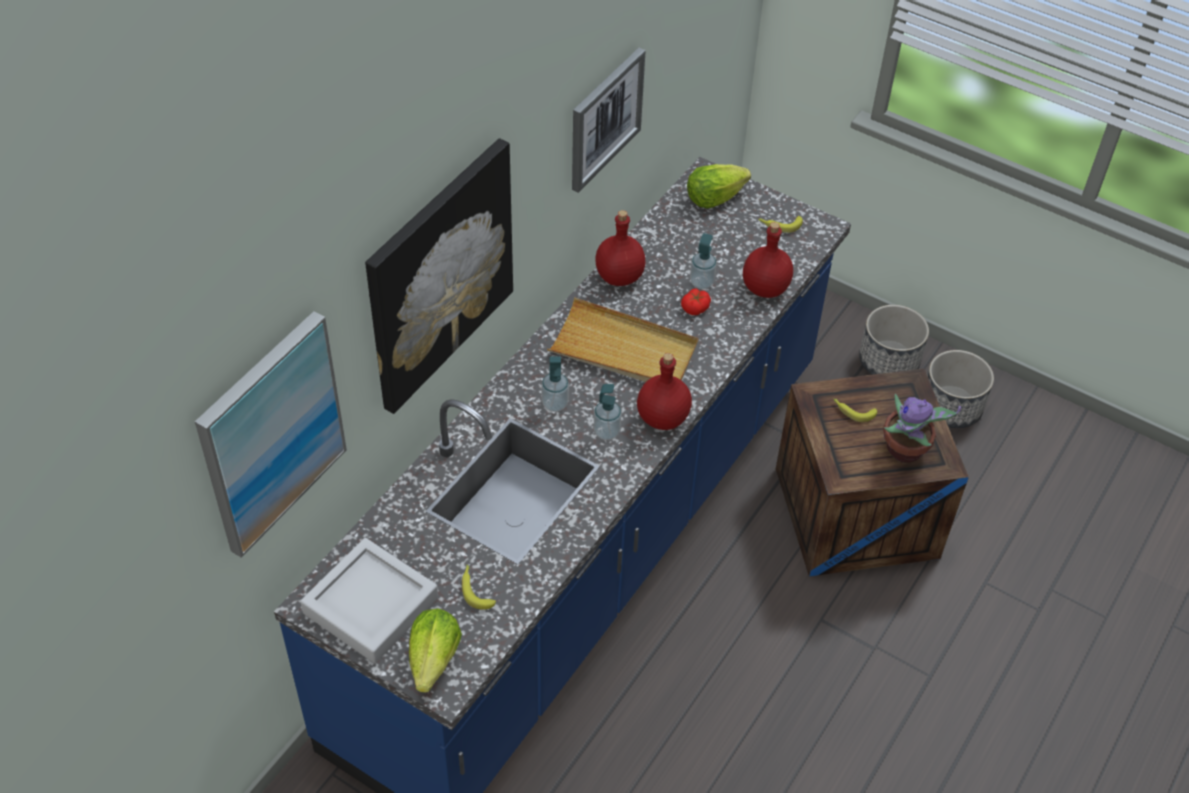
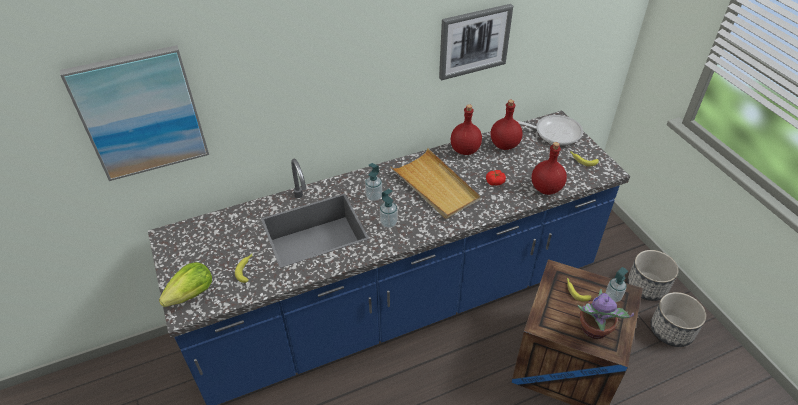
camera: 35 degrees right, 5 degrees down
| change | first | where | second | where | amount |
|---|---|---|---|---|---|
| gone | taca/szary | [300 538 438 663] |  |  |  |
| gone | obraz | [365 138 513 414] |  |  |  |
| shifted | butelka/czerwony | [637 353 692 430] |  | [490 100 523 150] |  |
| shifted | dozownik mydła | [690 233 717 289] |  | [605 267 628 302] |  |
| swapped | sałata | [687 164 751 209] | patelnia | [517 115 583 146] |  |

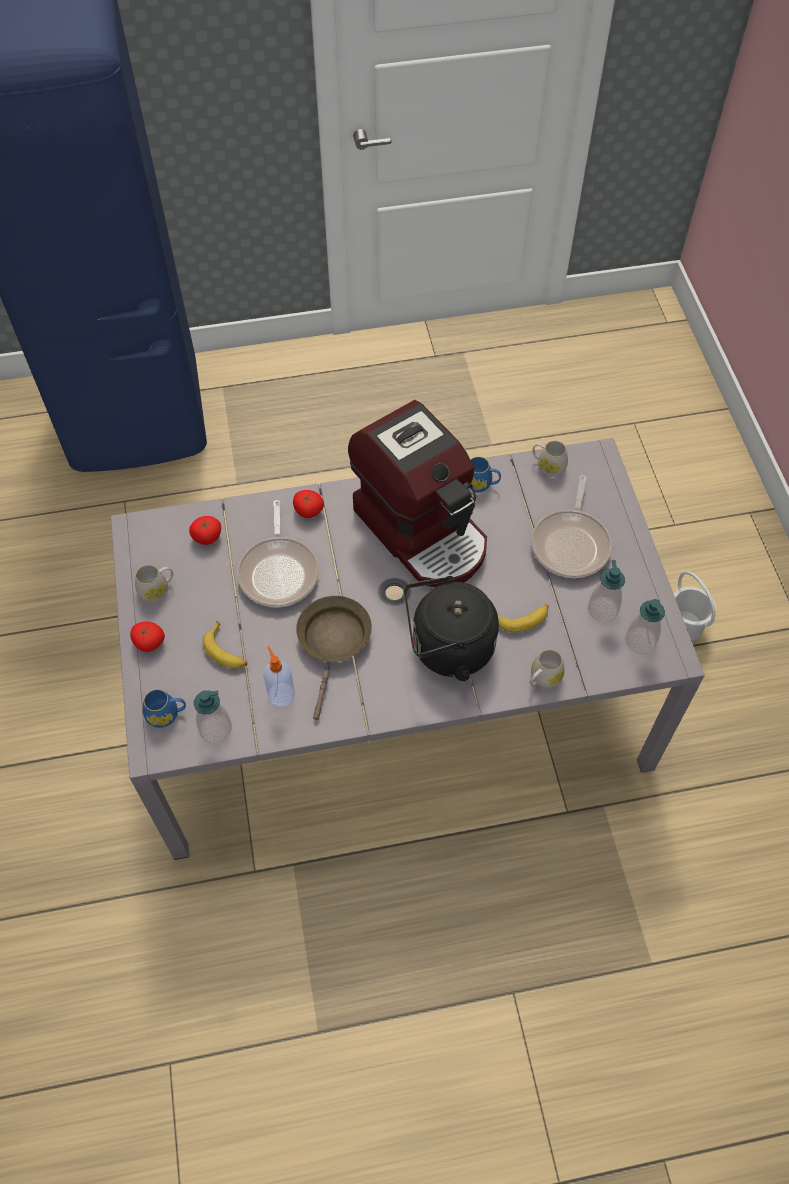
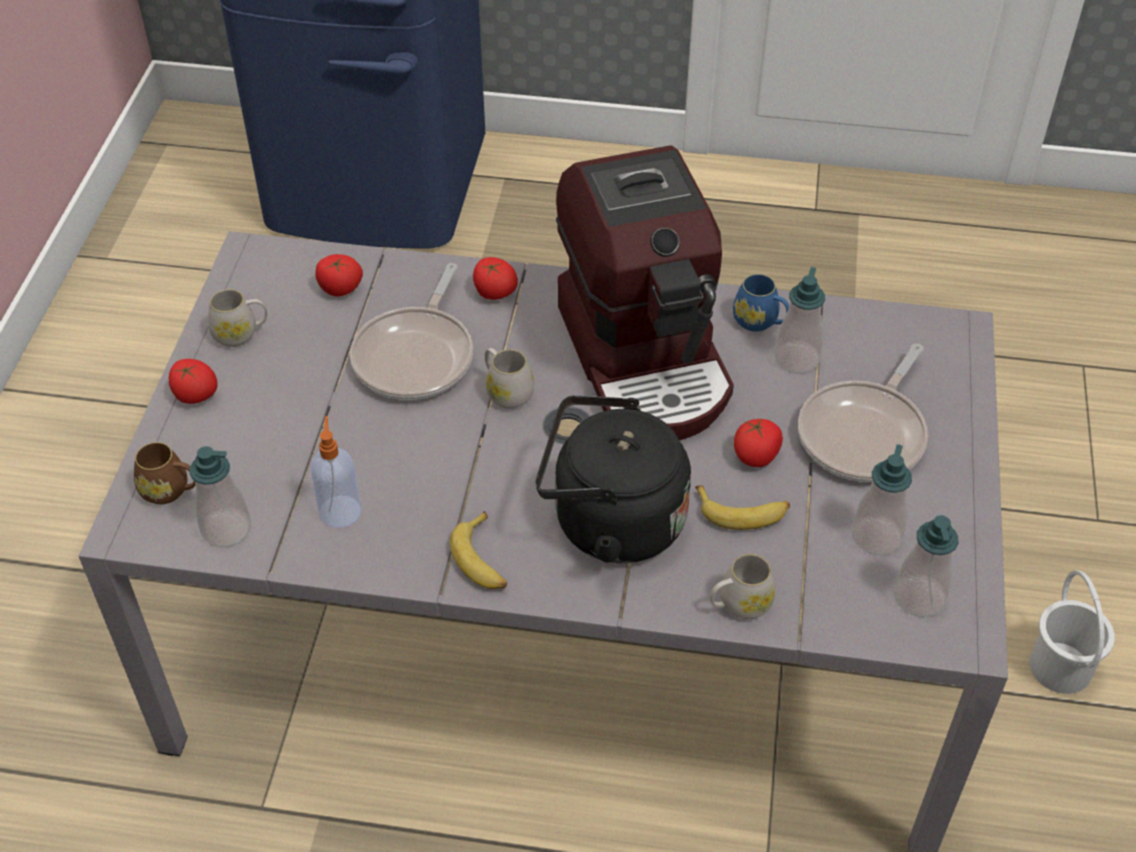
camera: 20 degrees right, 10 degrees down
| change | first | where | second | where | amount |
|---|---|---|---|---|---|
| gone | patelnia/brązowy | [296 596 372 720] |  |  |  |
| new |  |  | pomidor | [734 418 783 467] |  |
| new |  |  | dozownik mydła | [775 267 825 373] |  |
| shifted | banan | [203 621 247 669] |  | [450 511 507 589] |  |
| shifted | kubek/biały | [533 441 568 477] |  | [485 348 534 409] |  |
| repainted | kubek/niebieski | [143 689 186 728] | kubek/brązowy | [134 442 195 504] |  |

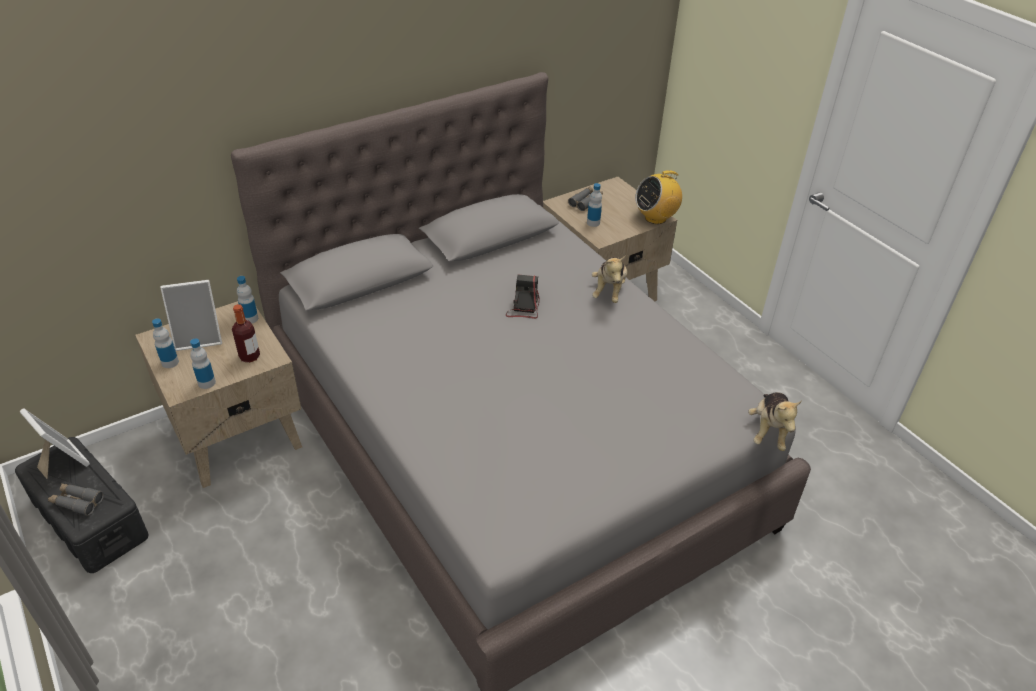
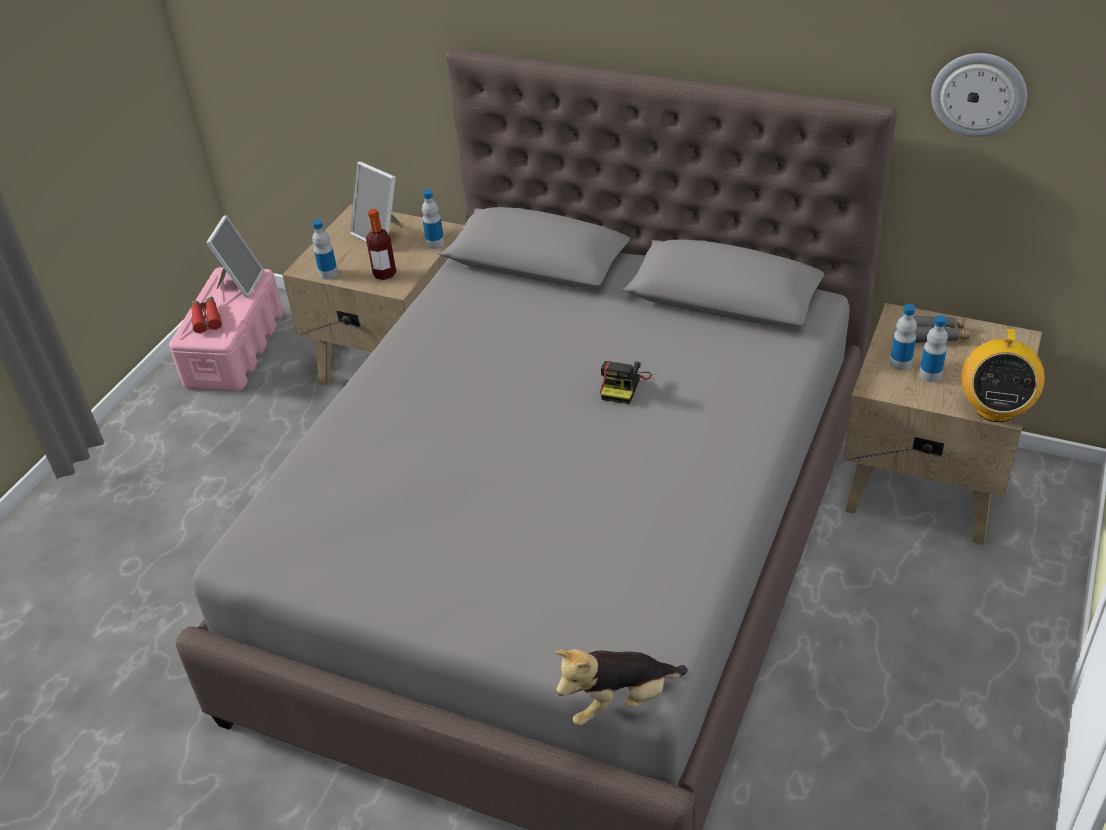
camera: 60 degrees right, 0 degrees up
| change | first | where | second | where | amount |
|---|---|---|---|---|---|
| gone | pluszak | [592 255 627 303] |  |  |  |
| new |  |  | zegar ścienny | [931 53 1027 137] |  |
| shifted | butelka | [152 318 179 368] |  | [919 315 948 382] |  |
| repainted | pojemnik do przechowywania/czarny | [15 437 149 573] | pojemnik do przechowywania/różowy | [169 267 283 391] |  |
| repainted | lornetka/szary | [48 483 104 516] | lornetka/czerwony | [191 296 222 333] |  |
| rotated | aparat fotograficzny | [506 275 540 319] |  | [600 361 652 404] | 135 degrees clockwise |
| rotated | radio | [635 170 682 224] |  | [961 326 1045 422] | 105 degrees counterclockwise |

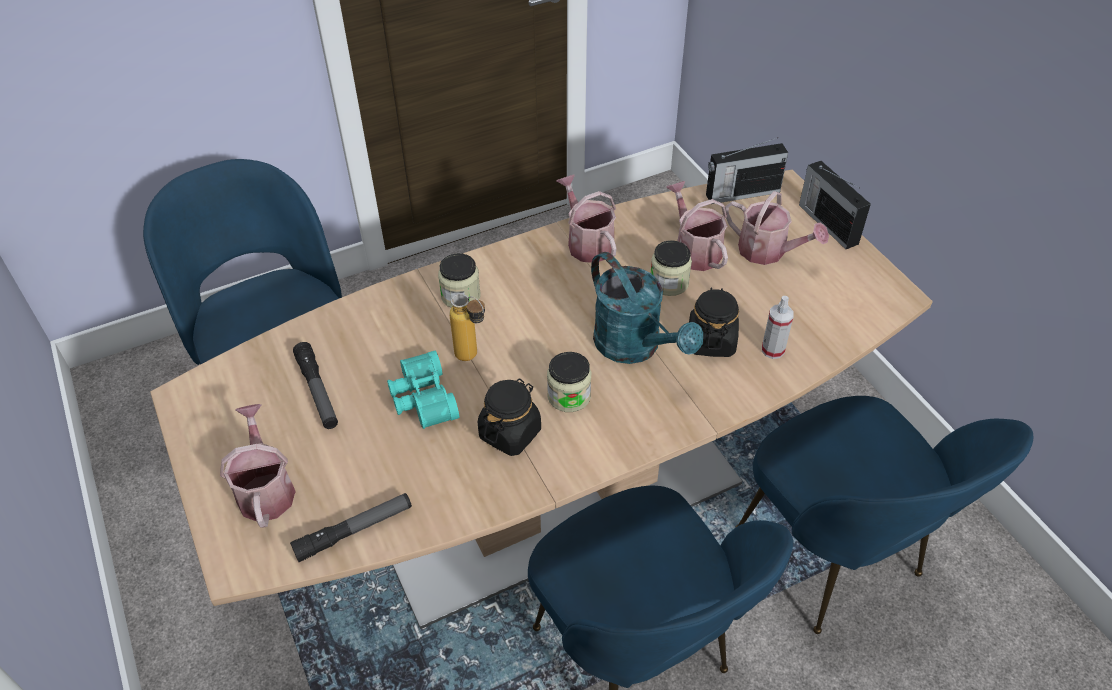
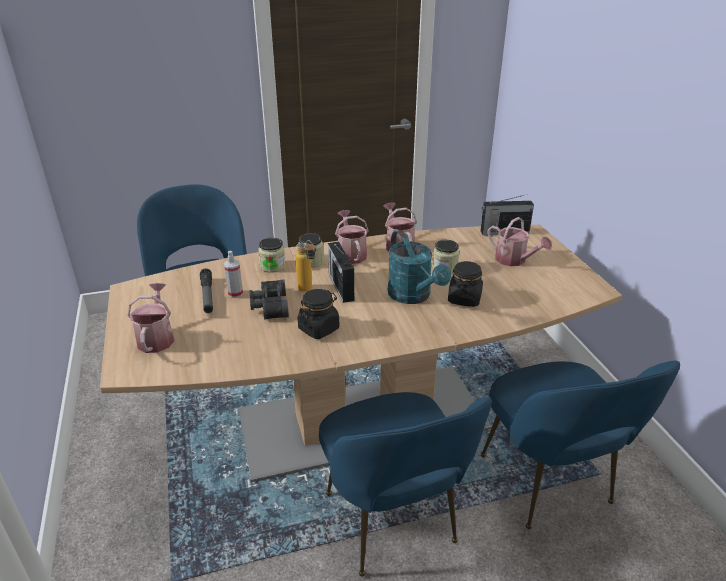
camera: 10 degrees right, 15 degrees down
| change | first | where | second | where | amount |
|---|---|---|---|---|---|
| gone | latarka | [290 493 412 562] |  |  |  |
| shifted | słoik | [547 352 591 412] |  | [258 238 285 273] |  |
| shifted | konewka | [666 181 728 271] |  | [335 210 369 264] |  |
| shifted | spryskiwacz | [762 296 794 359] |  | [224 251 243 298] |  |
| shifted | radio | [799 161 871 249] |  | [328 242 355 303] |  |
| repainted | lornetka/turkusowy | [387 351 459 429] | lornetka/czarny | [249 280 289 320] |  |

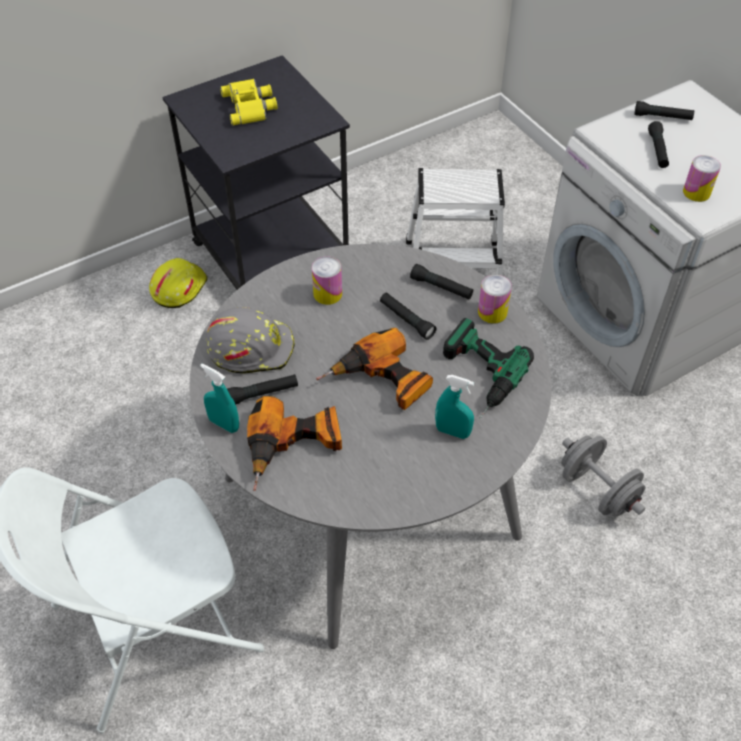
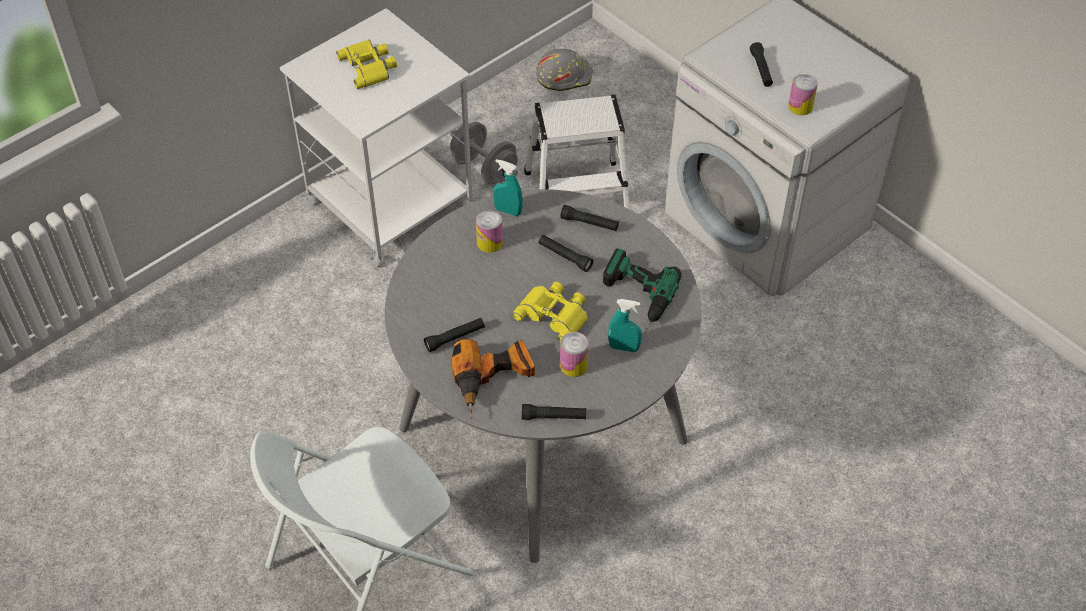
camera: 10 degrees left, 0 degrees up
| change | first | where | second | where | amount |
|---|---|---|---|---|---|
| gone | kask/żółty | [149 258 208 308] |  |  |  |
| shifted | spryskiwacz/turkusowy | [200 364 239 433] |  | [493 159 523 216] |  |
| shifted | kask/szary | [206 307 295 373] |  | [536 49 593 91] |  |
| shifted | puszka | [478 275 512 324] |  | [560 332 589 377] |  |
| shifted | hantel/szary | [561 435 646 516] |  | [450 122 518 185] |  |
| shifted | latarka/czarny | [634 101 694 120] |  | [522 404 586 420] |  |
| swapped | wiertarka | [316 328 433 410] | lornetka/żółty | [512 282 589 343] |  |
| repainted | wózek/czarny | [162 55 350 290] | wózek/biały | [280 8 473 267] |  |

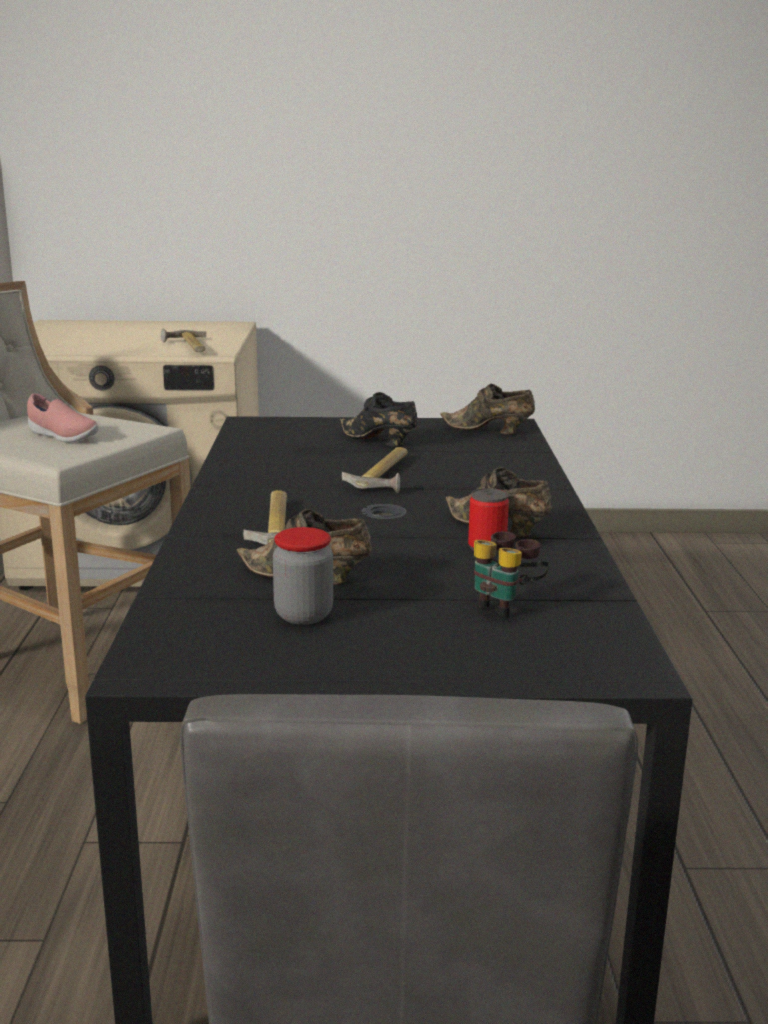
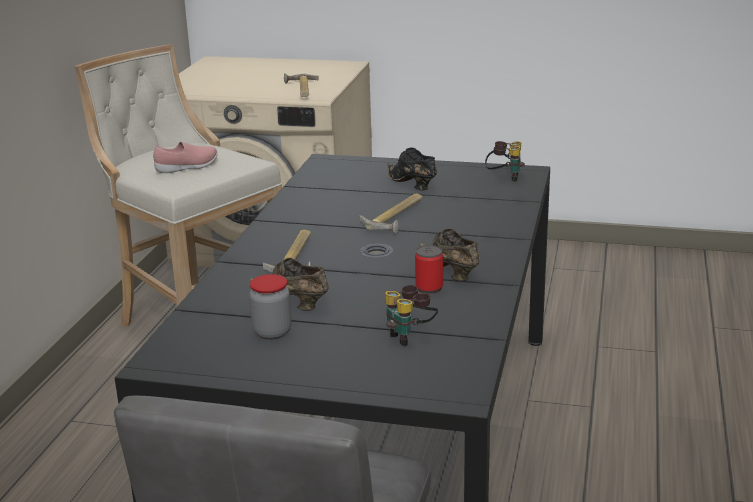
camera: 15 degrees right, 5 degrees up
| change | first | where | second | where | amount |
|---|---|---|---|---|---|
| swapped | but/brązowy | [440 384 535 435] | lornetka | [485 141 525 182] |  |
| rotated | but/różowy | [27 393 98 442] |  | [153 142 218 173] | 75 degrees counterclockwise |

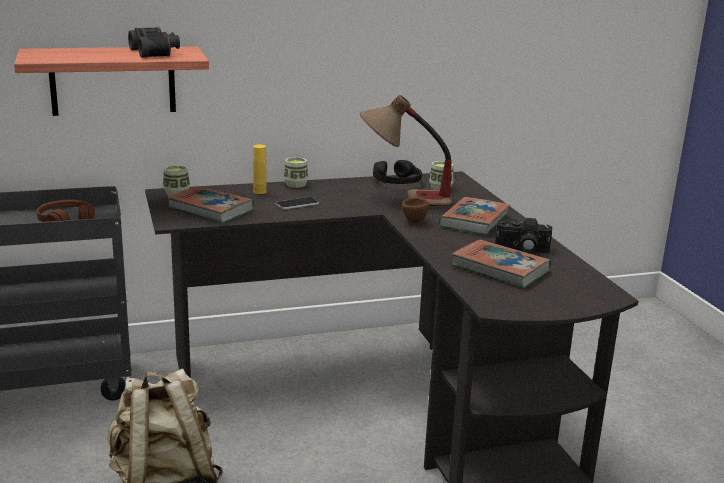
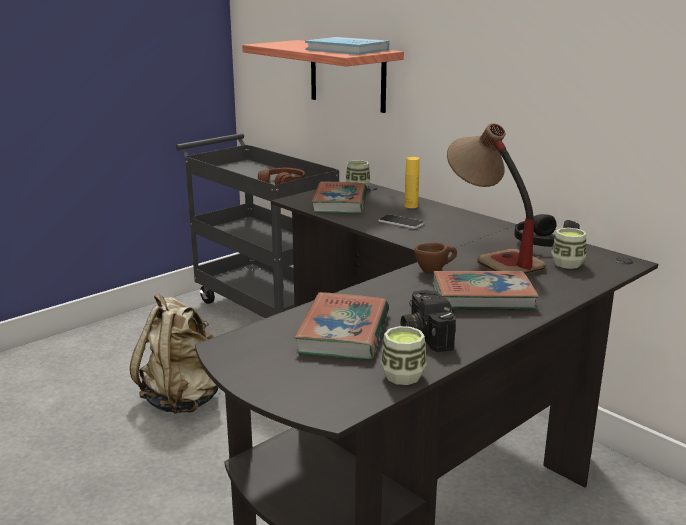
camera: 65 degrees right, 0 degrees up
| change | first | where | second | where | amount |
|---|---|---|---|---|---|
| shifted | filiżanka | [284 157 308 188] |  | [380 326 427 385] |  |
| swapped | lornetka/czarny | [128 27 180 58] | książka/niebieski | [305 37 389 55] |  |

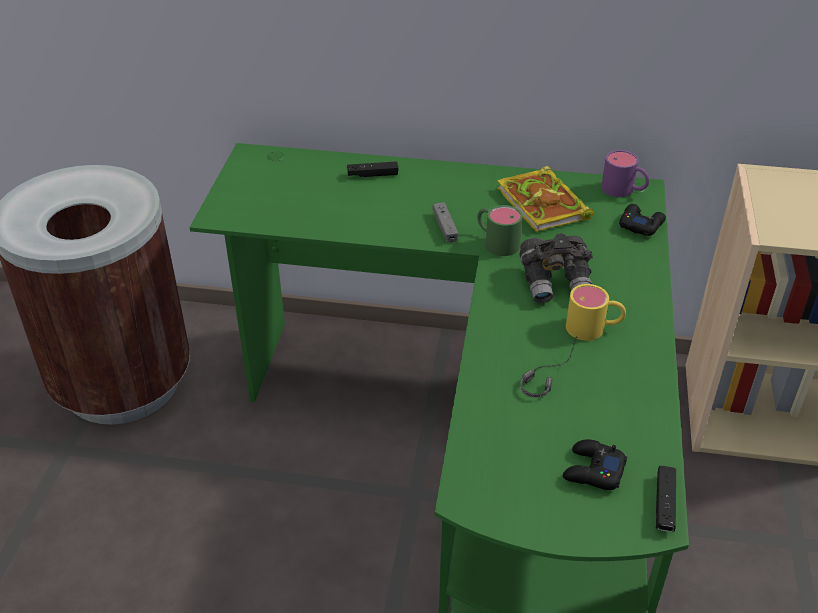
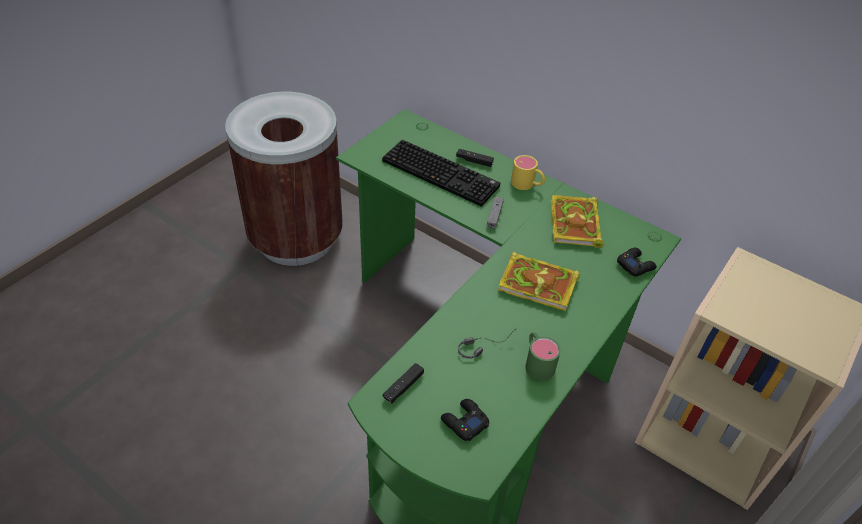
camera: 25 degrees right, 5 degrees up
| change | first | where | second | where | amount |
|---|---|---|---|---|---|
| gone | kubek/fioletowy | [601 150 650 197] |  |  |  |
| new |  |  | klawiatura | [382 140 500 206] |  |
| shifted | kubek/zielony | [477 205 523 256] |  | [525 332 561 381] |  |
| shifted | kubek/żółty | [566 284 626 341] |  | [511 155 545 190] |  |
| shifted | pad do gier/czarny | [656 466 676 532] |  | [383 363 424 404] |  |
| swapped | lornetka/szary | [519 233 593 303] | książka | [498 252 580 311] |  |

